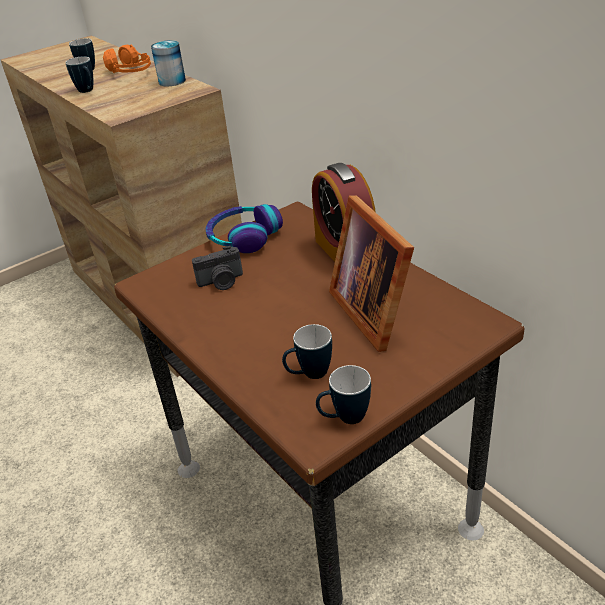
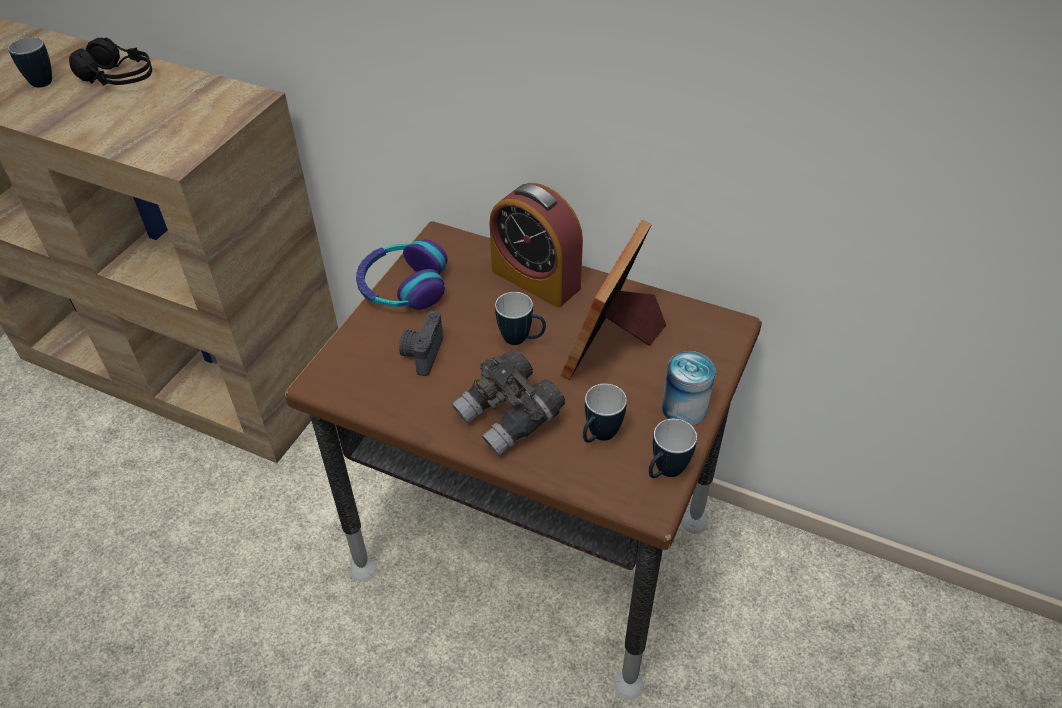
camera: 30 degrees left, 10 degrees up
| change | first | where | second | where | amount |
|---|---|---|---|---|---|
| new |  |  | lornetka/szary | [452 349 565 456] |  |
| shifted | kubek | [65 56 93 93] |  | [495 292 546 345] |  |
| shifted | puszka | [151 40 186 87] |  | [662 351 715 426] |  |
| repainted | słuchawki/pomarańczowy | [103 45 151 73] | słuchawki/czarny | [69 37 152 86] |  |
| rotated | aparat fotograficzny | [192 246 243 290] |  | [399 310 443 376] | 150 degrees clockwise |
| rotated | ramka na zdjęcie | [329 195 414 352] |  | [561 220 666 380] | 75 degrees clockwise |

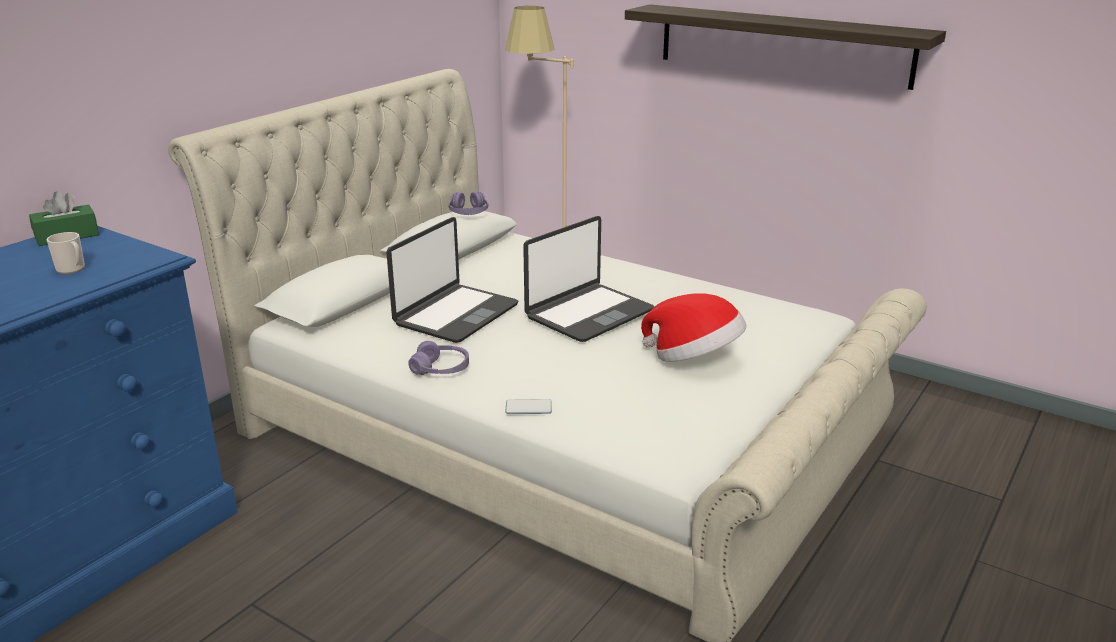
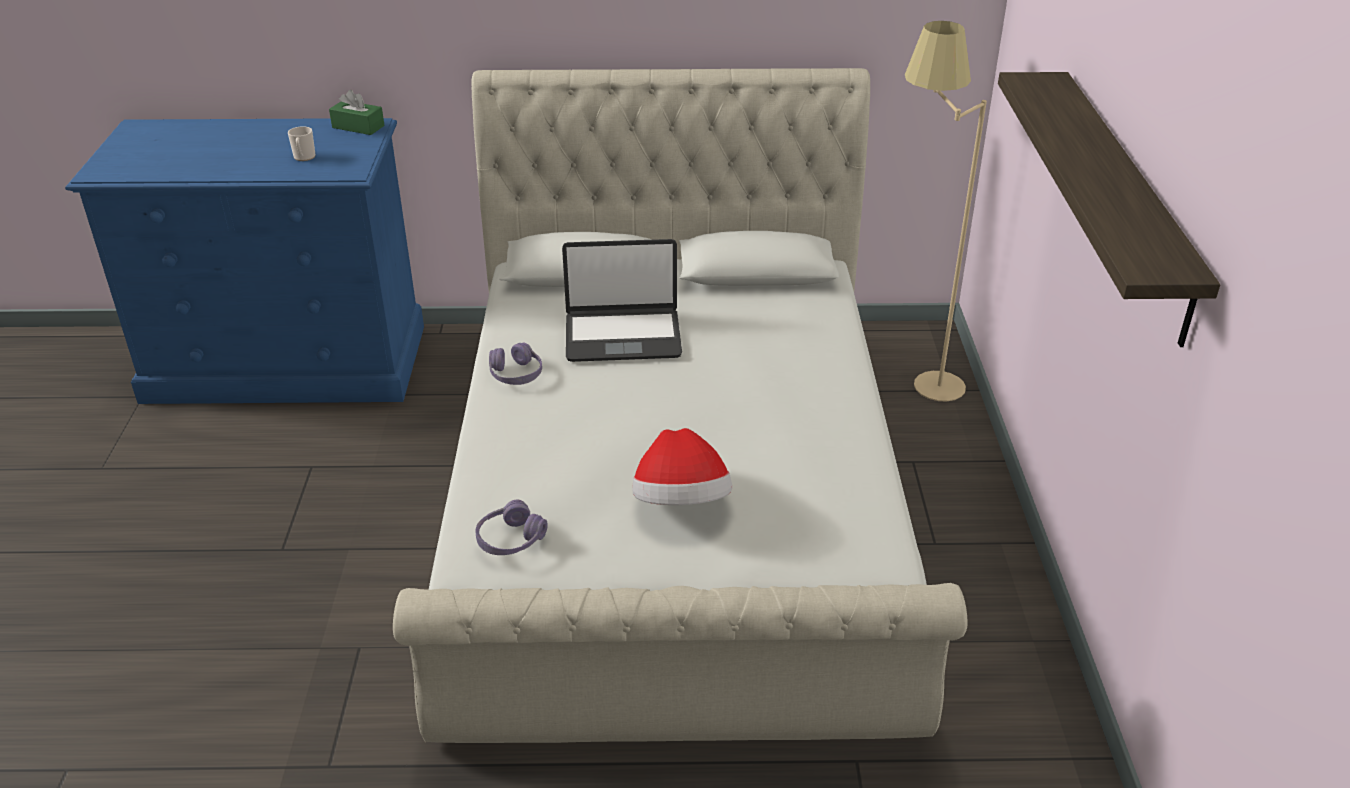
camera: 55 degrees right, 10 degrees up
| change | first | where | second | where | amount |
|---|---|---|---|---|---|
| gone | telefon | [505 399 552 414] |  |  |  |
| gone | laptop | [523 216 654 342] |  |  |  |
| shifted | słuchawki/fioletowy | [448 191 488 215] |  | [475 500 548 555] |  |

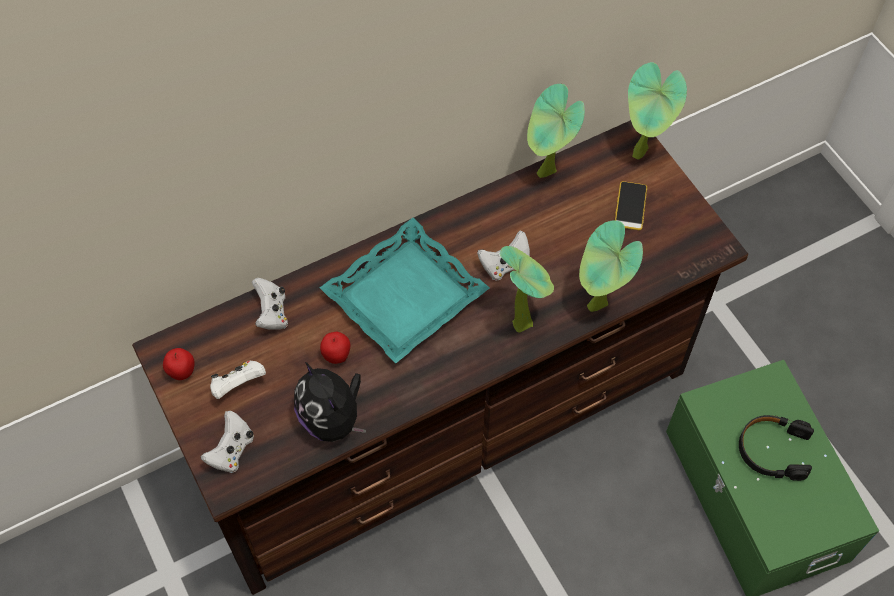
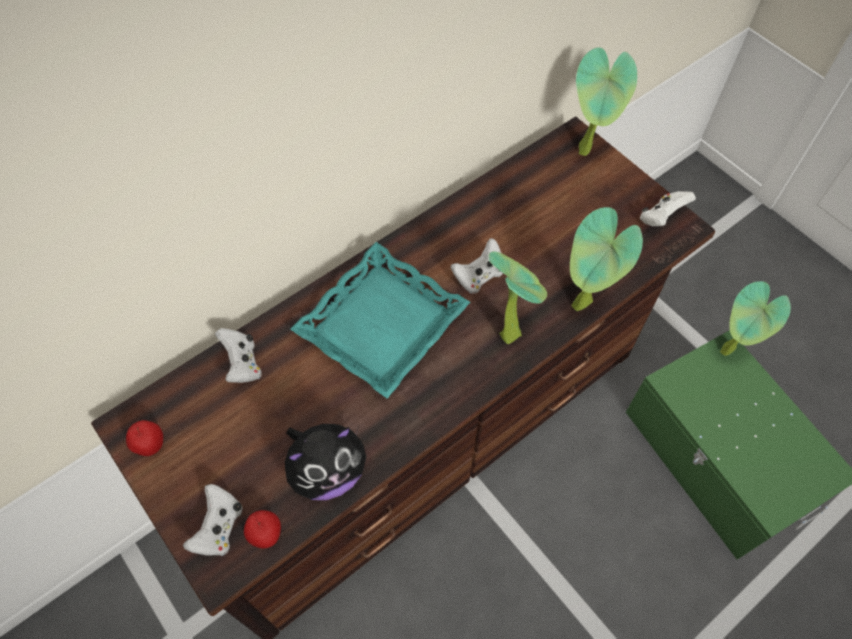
camera: 10 degrees left, 0 degrees up
| change | first | where | second | where | amount |
|---|---|---|---|---|---|
| gone | telefon | [615 181 647 230] |  |  |  |
| gone | słuchawki/czarny | [739 415 814 481] |  |  |  |
| shifted | pad do gier/biały | [210 361 266 399] |  | [640 191 696 226] |  |
| shifted | jabłko | [320 332 350 364] |  | [244 510 281 548] |  |
| shifted | roślina doniczkowa | [527 84 585 178] |  | [720 281 791 356] |  |
| rotated | pluszak | [294 361 366 442] |  | [285 424 366 500] | 75 degrees counterclockwise |

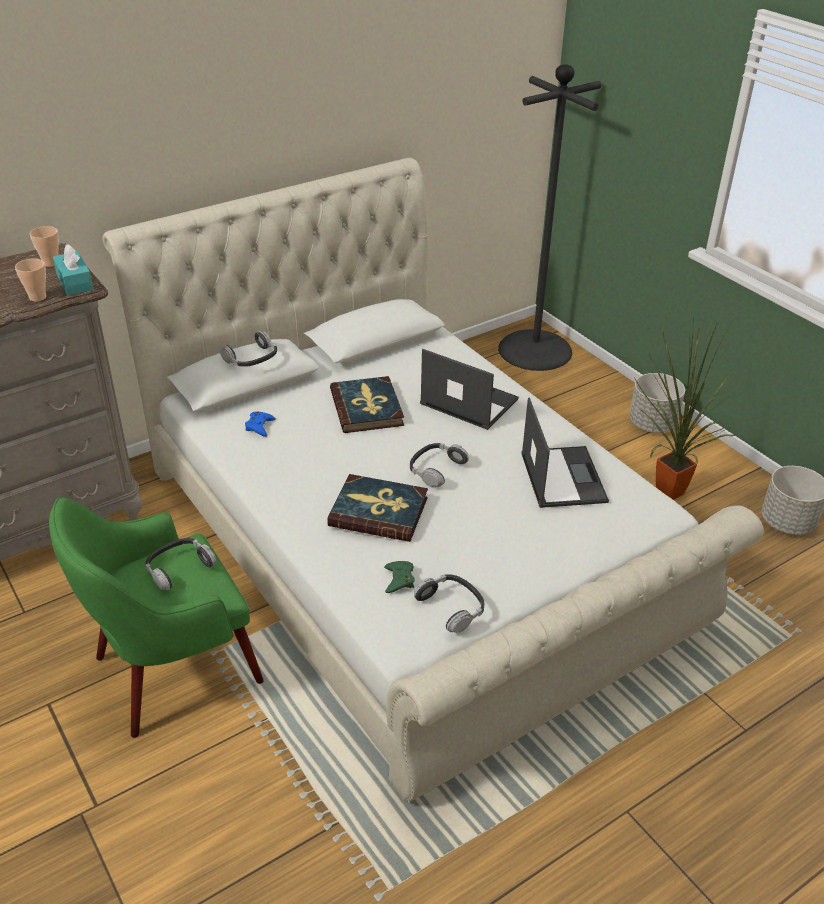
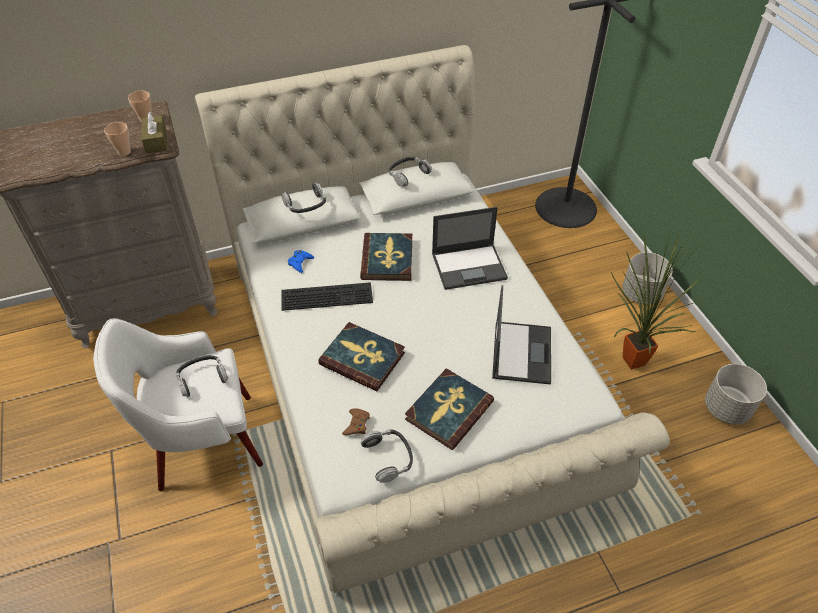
camera: 15 degrees right, 10 degrees up
| change | first | where | second | where | amount |
|---|---|---|---|---|---|
| new |  |  | klawiatura | [282 282 373 311] |  |
| new |  |  | książka | [405 368 494 450] |  |
| shifted | słuchawki | [410 443 469 487] |  | [389 157 432 187] |  |
| repainted | fotel/zielony | [49 497 264 738] | fotel/biały | [93 318 263 491] |  |
| repainted | pudełko chusteczek/turkusowy | [53 244 93 296] | pudełko chusteczek/brązowy | [142 112 167 154] |  |
| repainted | pad do gier/zielony | [384 561 415 593] | pad do gier/brązowy | [342 408 370 435] |  |
| rotated | laptop | [420 349 519 430] |  | [432 207 508 290] | 120 degrees clockwise |

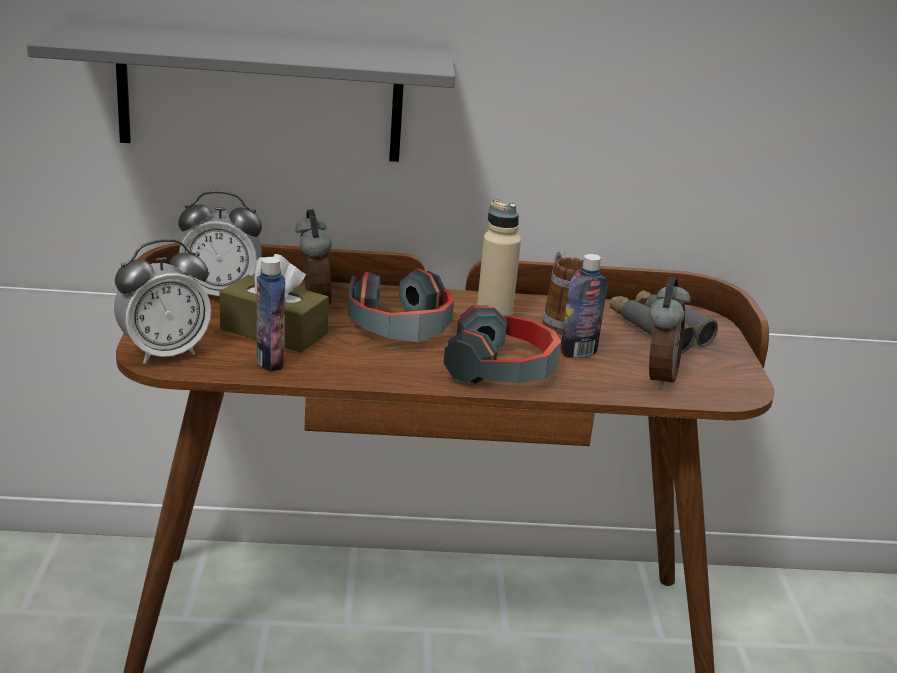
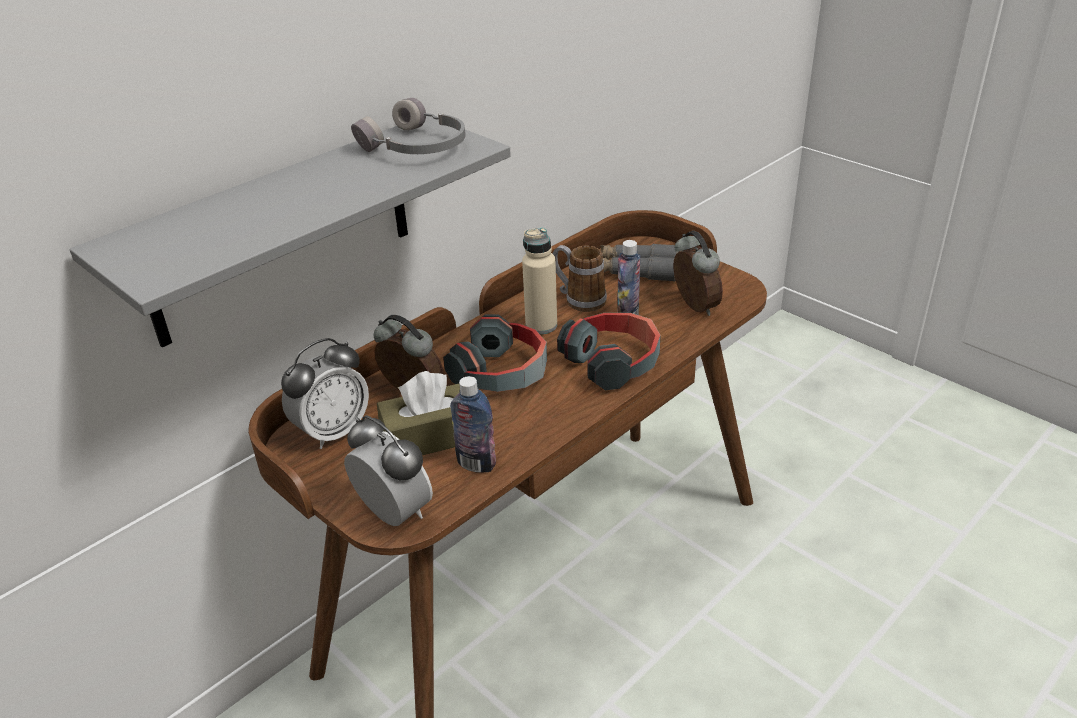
camera: 40 degrees left, 10 degrees up
| change | first | where | second | where | amount |
|---|---|---|---|---|---|
| new |  |  | słuchawki/szary | [351 98 466 154] |  |
| rotated | budzik | [114 239 211 364] |  | [344 415 433 526] | 60 degrees counterclockwise |

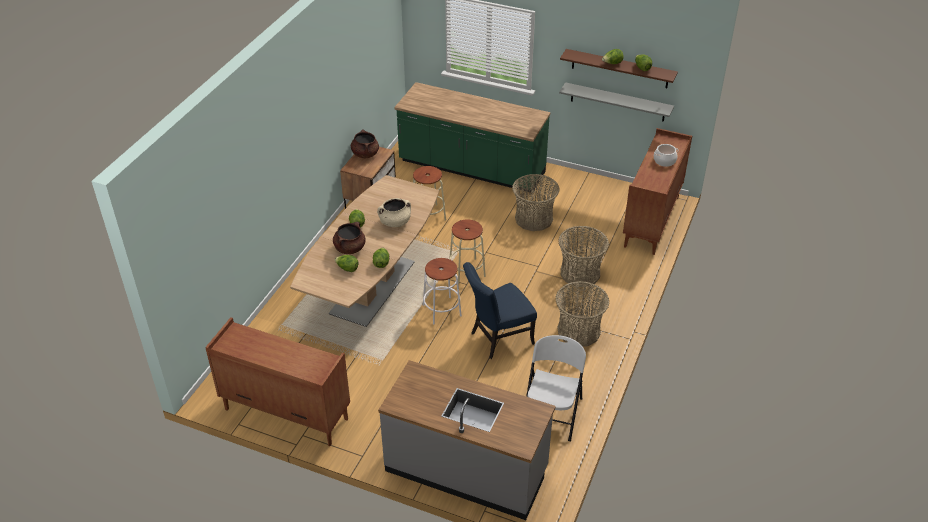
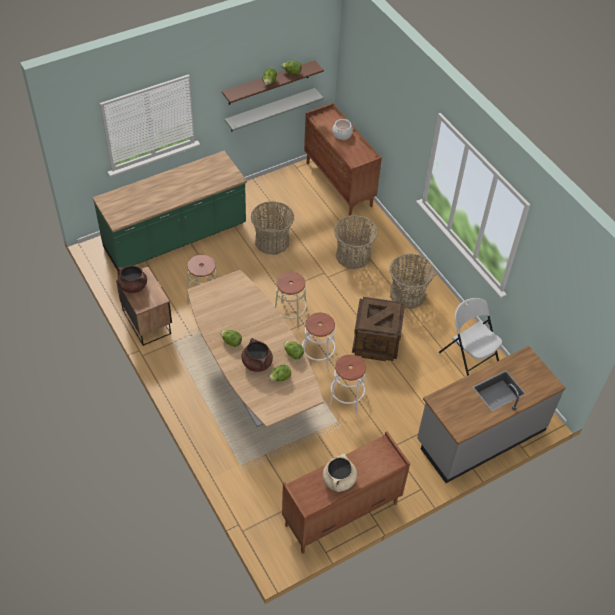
camera: 55 degrees left, 10 degrees up
| change | first | where | second | where | amount |
|---|---|---|---|---|---|
| new |  |  | stołek/biały | [329 355 366 413] |  |
| shifted | garnek/beżowy | [377 198 411 227] |  | [323 454 357 492] |  |
| swapped | krzesło/niebieski | [463 262 537 359] | skrzynka | [352 297 405 361] |  |

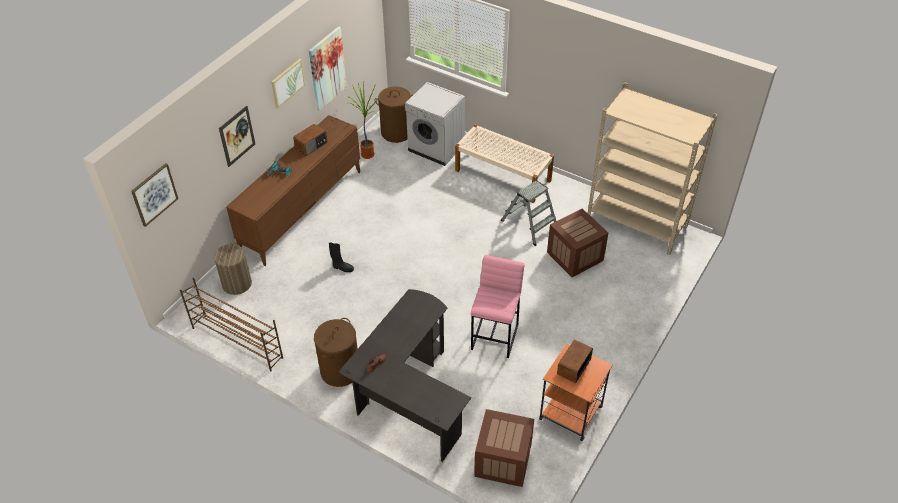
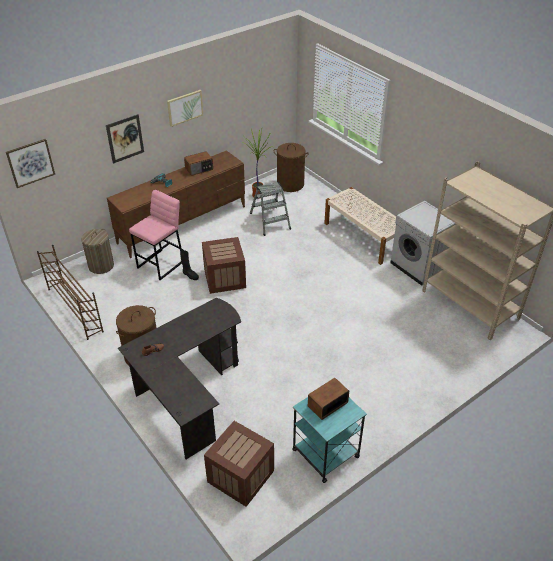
camera: 20 degrees right, 5 degrees down
| change | first | where | second | where | amount |
|---|---|---|---|---|---|
| gone | obraz | [309 26 347 111] |  |  |  |
| shifted | pralka/biały | [405 82 465 166] |  | [390 201 456 286] |  |
| shifted | stołek/różowy | [471 255 524 358] |  | [129 190 182 280] |  |
| shifted | drabinka/szary | [501 180 556 246] |  | [250 182 291 236] |  |
| shifted | skrzynka | [547 209 608 277] |  | [202 237 246 294] |  |
| repainted | wózek/pomarańczowy | [539 343 612 441] | wózek/turkusowy | [292 397 367 483] |  |

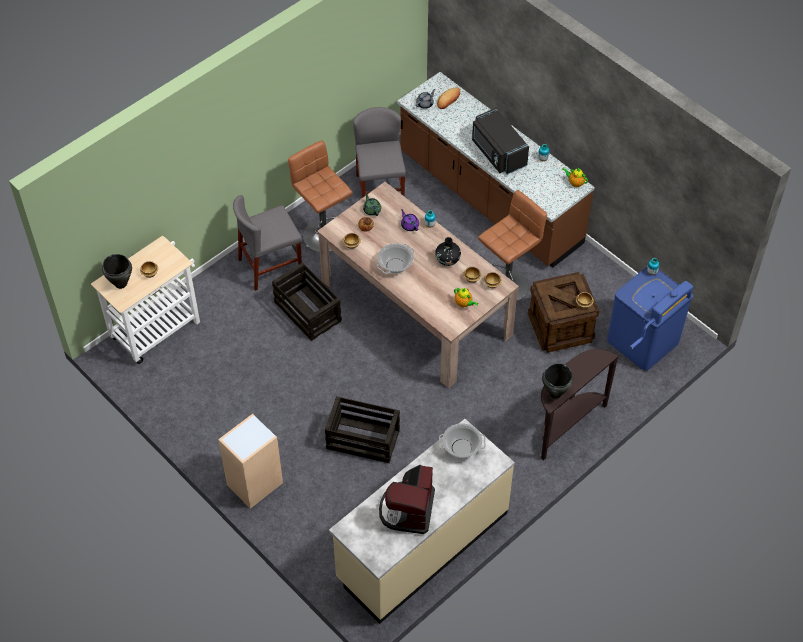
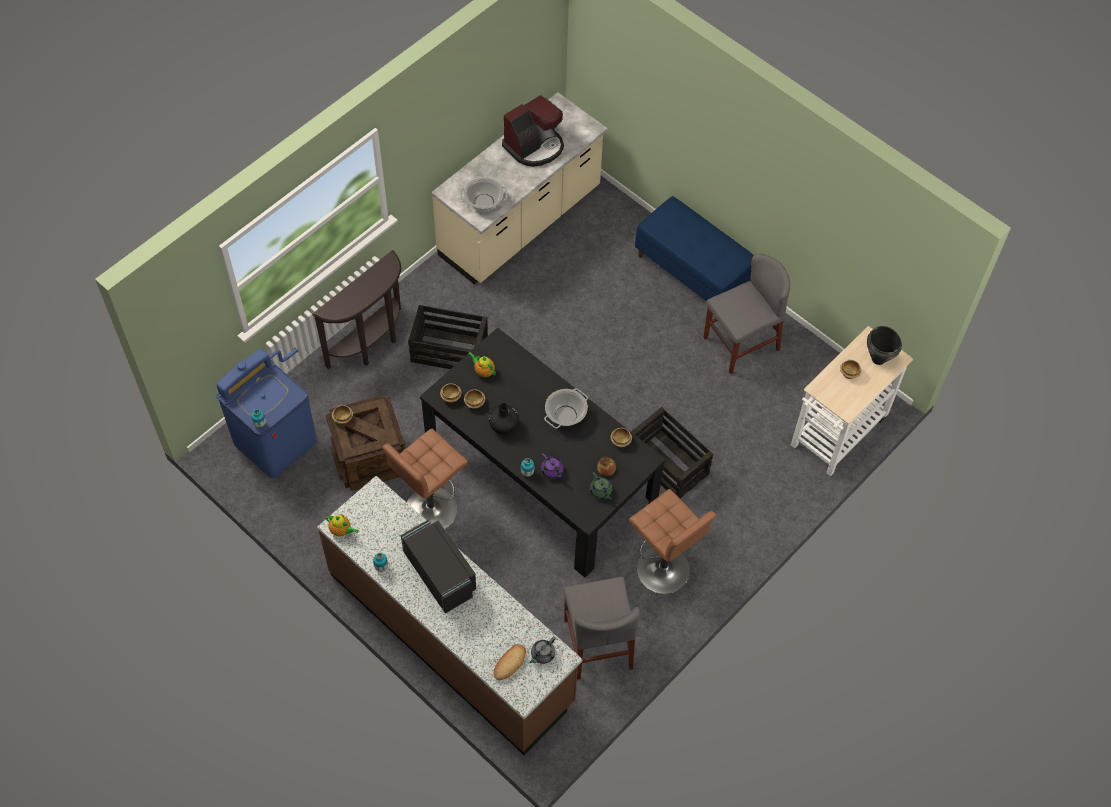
camera: 175 degrees right, 5 degrees up
| change | first | where | second | where | amount |
|---|---|---|---|---|---|
| gone | garnek/czarny | [542 363 573 399] |  |  |  |
| shifted | krzesło/szary | [233 195 302 291] |  | [704 254 790 374] |  |
| shifted | skrzynka | [325 396 400 463] |  | [408 305 488 369] |  |
| swapped | regał | [218 414 283 509] | ławka/niebieski | [635 196 754 301] |  |
| repainted | stół jadalny/beżowy | [317 182 519 388] | stół jadalny/czarny | [420 327 666 578] |  |
| rotated | ekspres do kawy | [379 465 435 534] |  | [502 95 564 167] | 45 degrees clockwise |

